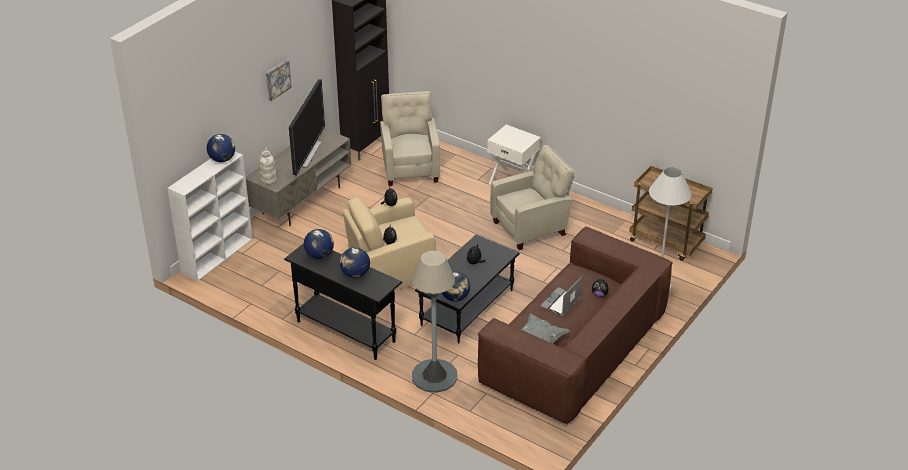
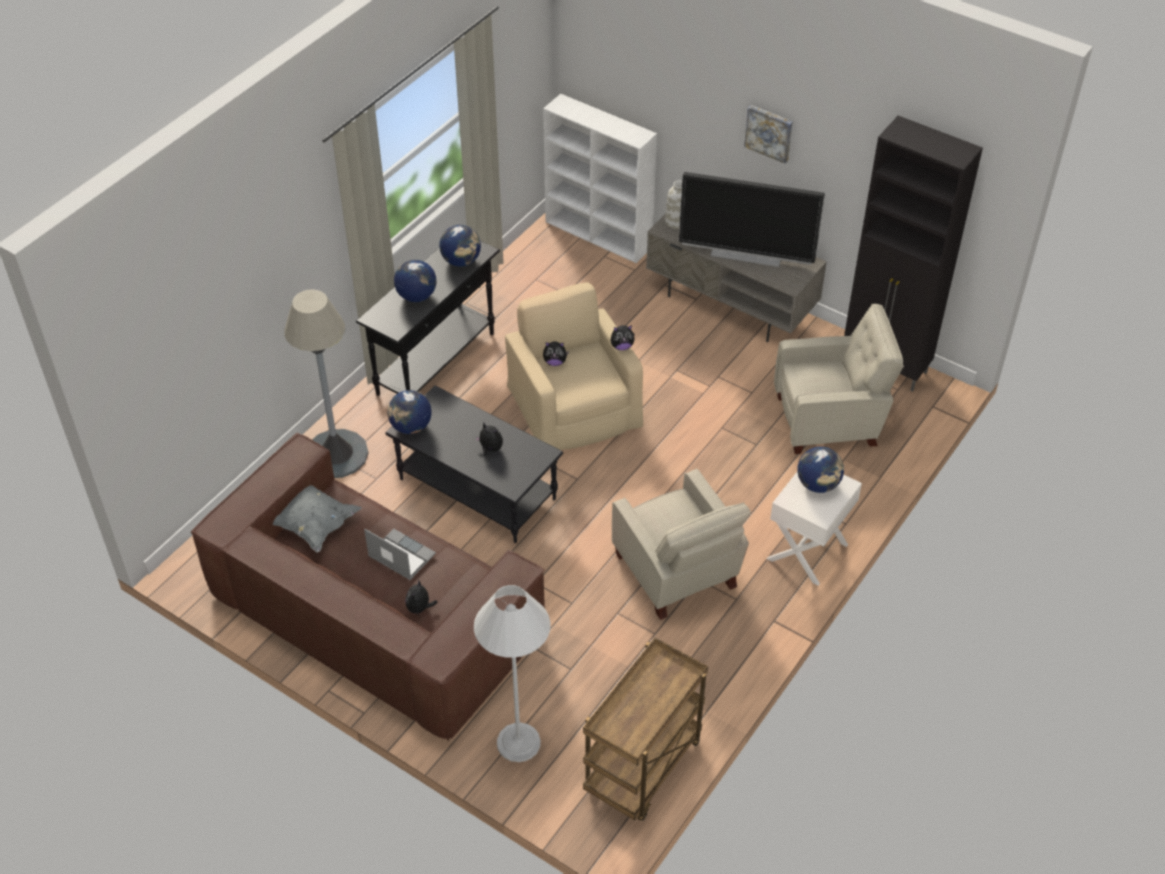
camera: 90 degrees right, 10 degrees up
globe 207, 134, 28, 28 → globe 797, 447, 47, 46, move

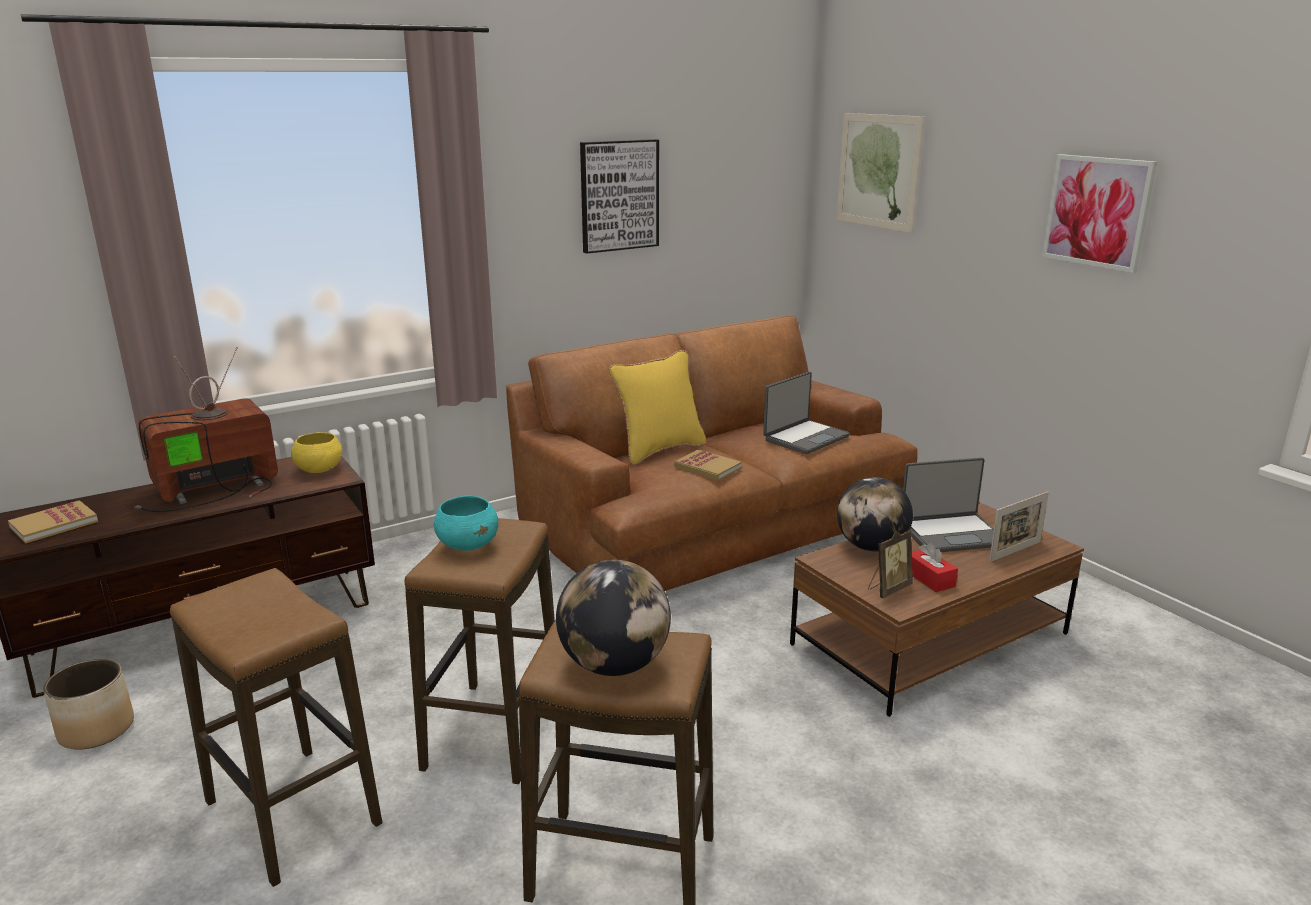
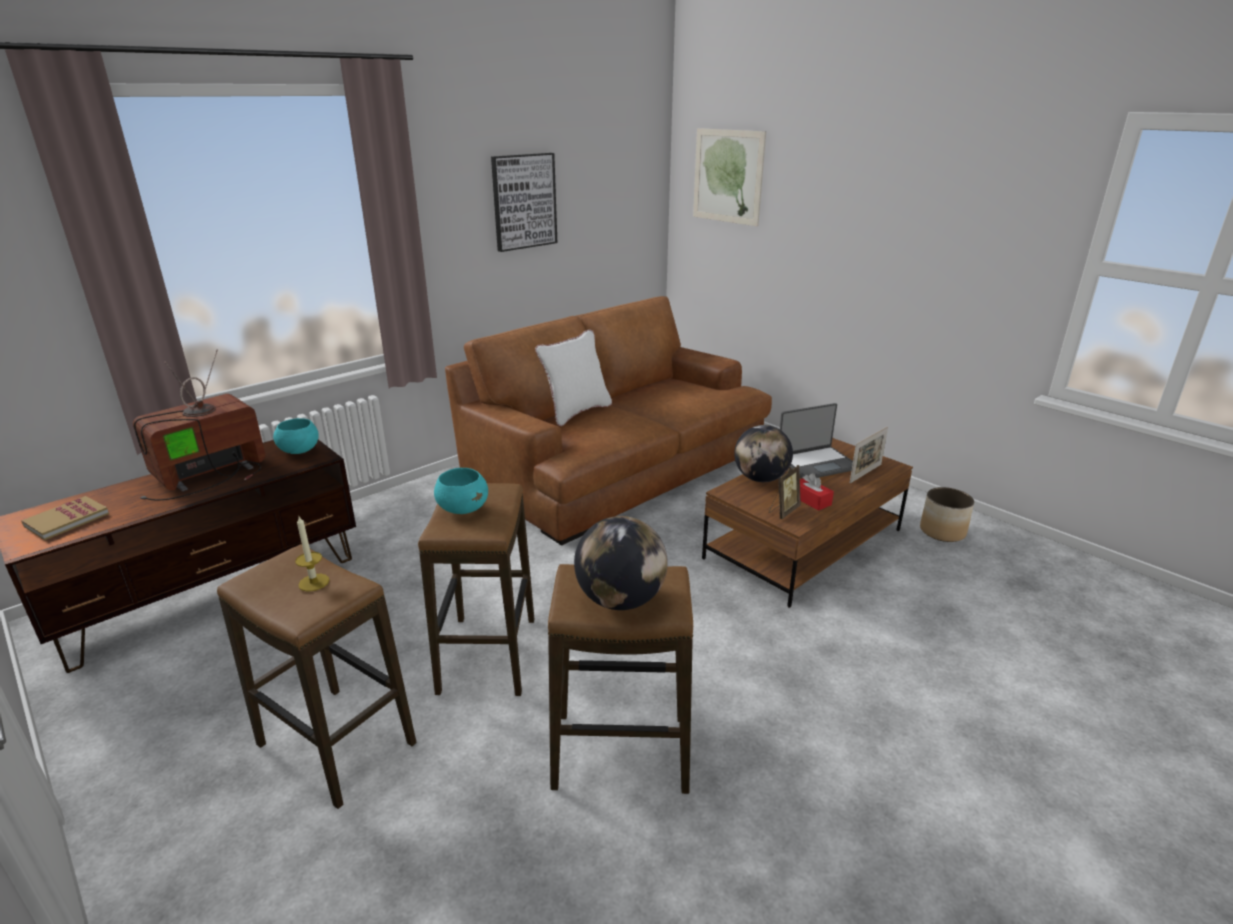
camera: 10 degrees left, 5 degrees up
serving bowl in yellow-coloured 291, 432, 51, 41 → serving bowl in turquoise-coloured 273, 418, 46, 36
- → candle 295, 516, 34, 75
cushion in yellow-coloured 609, 350, 97, 115 → cushion in whitish 535, 329, 77, 97
plant pot 43, 659, 91, 91 → plant pot 920, 487, 54, 55, move
volume 674, 449, 68, 32 → -
portable computer 763, 372, 87, 82 → -
wall picture 1042, 154, 115, 119 → -

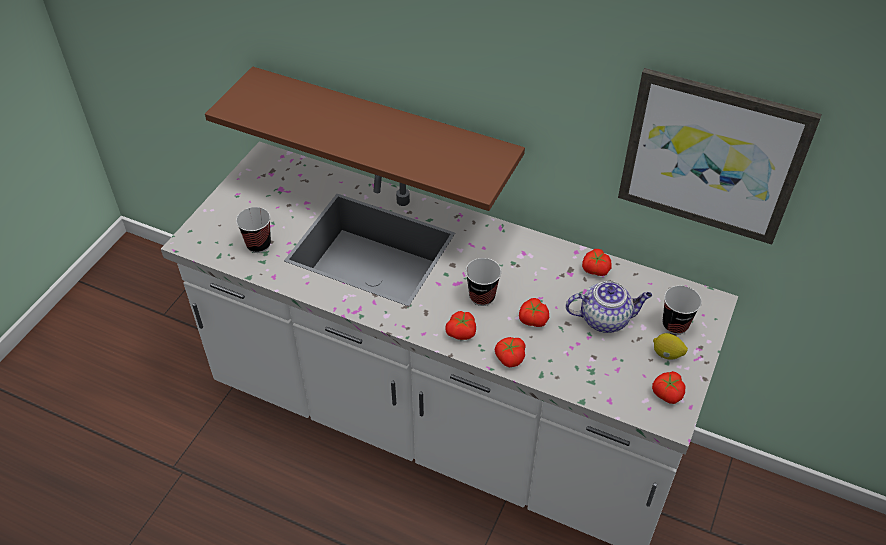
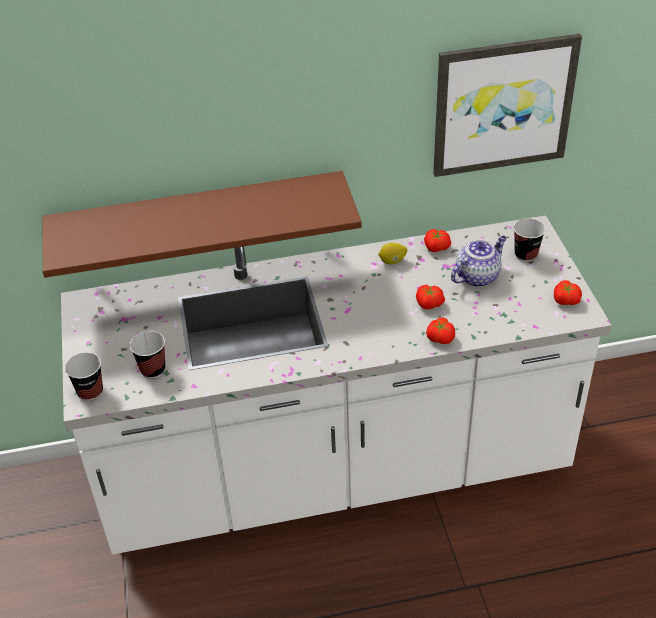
camera: 35 degrees left, 5 degrees down
cup 466, 258, 35, 48 → cup 65, 352, 38, 49, move
citrus fruit 653, 333, 35, 27 → citrus fruit 378, 243, 29, 21, move
fresh tomato 445, 311, 31, 29 → -

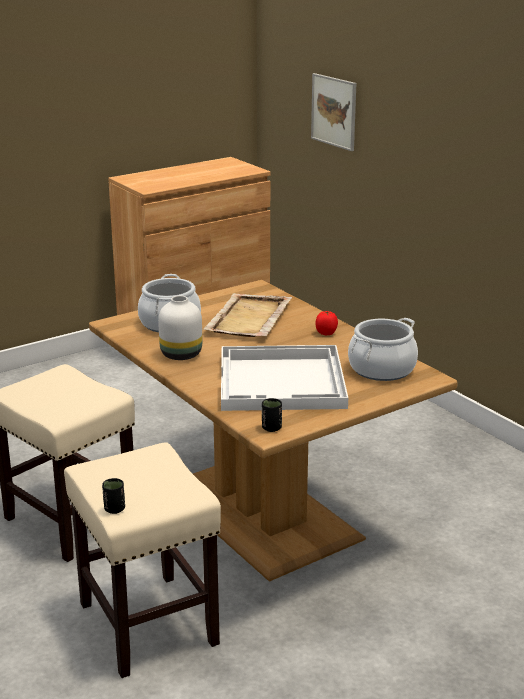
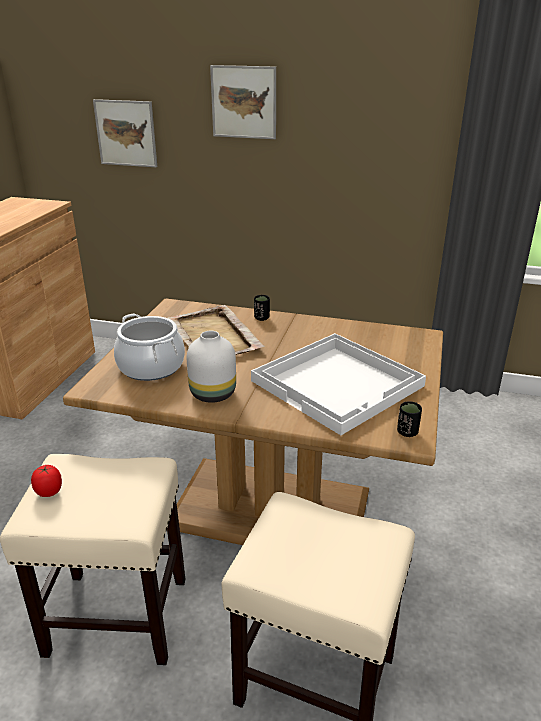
camera: 40 degrees left, 5 degrees up
fresh tomato 315, 311, 23, 24 → fresh tomato 31, 465, 31, 32, move
- → wall picture 210, 65, 66, 74
cup in black 102, 478, 23, 36 → cup in black 254, 295, 16, 26, move
stockpot 348, 318, 70, 63 → -

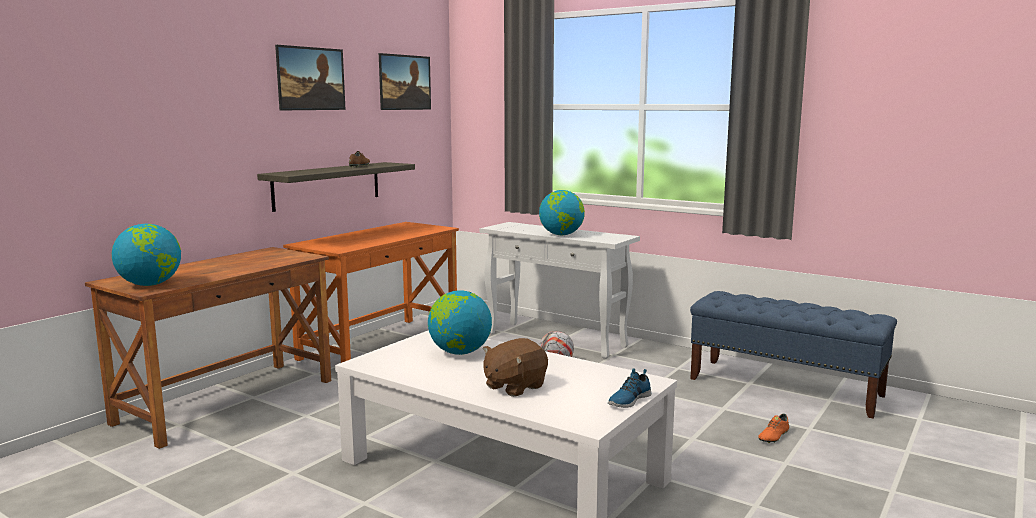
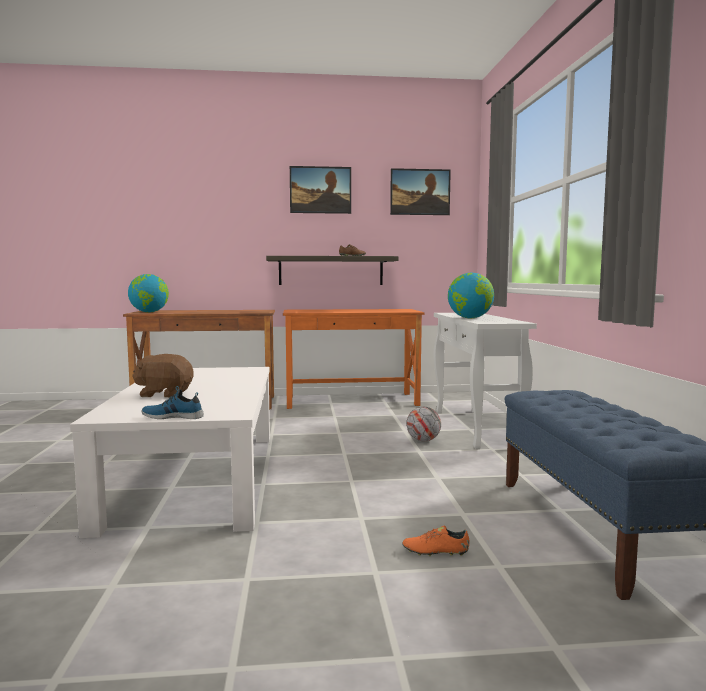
camera: 50 degrees right, 5 degrees down
globe 428, 290, 64, 65 → -

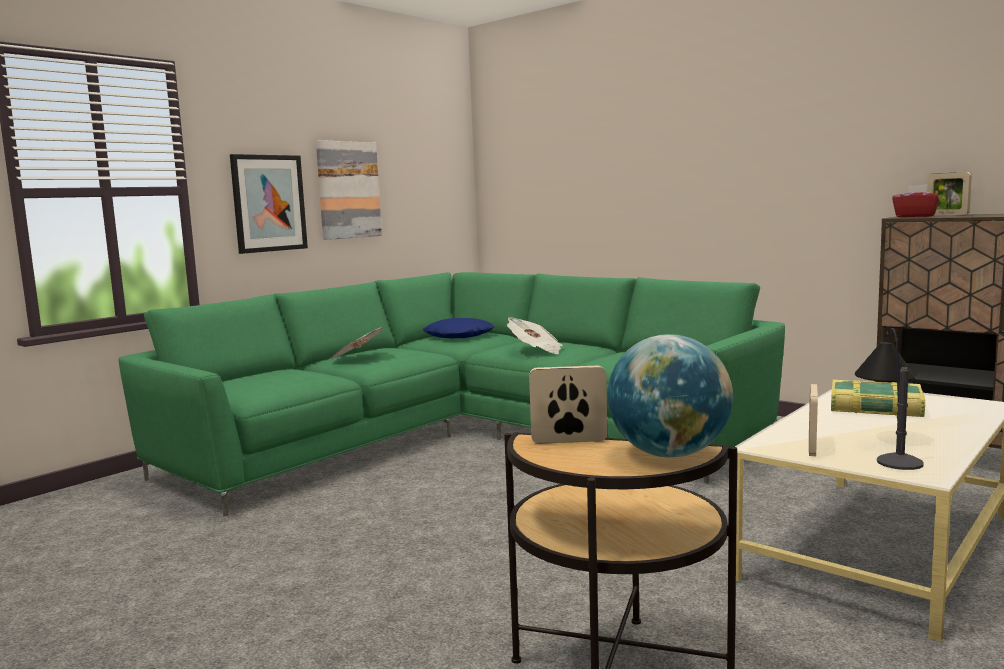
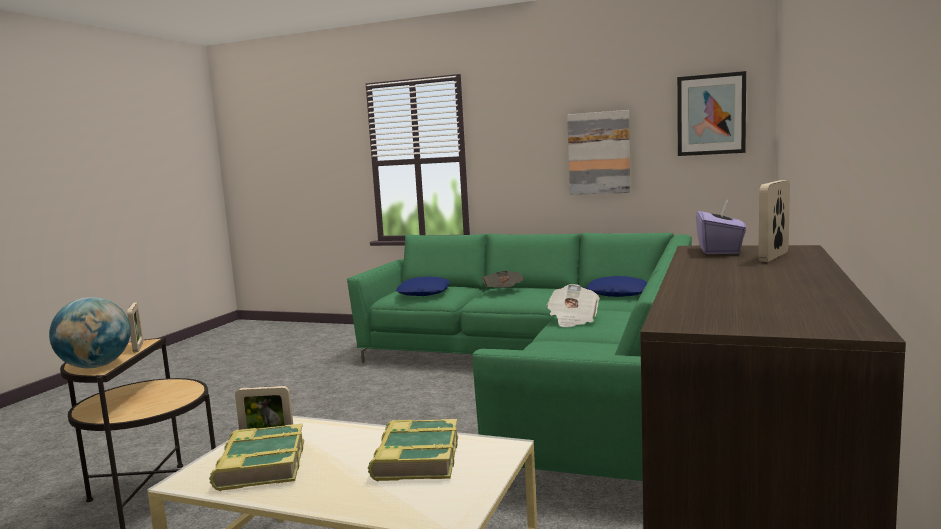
camera: 70 degrees right, 0 degrees up
lamp for a table 855, 328, 69, 142 → volume 209, 423, 95, 68
- → cushion in blue 396, 276, 54, 20
wall picture 230, 154, 78, 100 → wall picture 677, 71, 69, 85, move
tissue box in reddish 892, 185, 48, 32 → tissue box in purple 696, 199, 50, 55

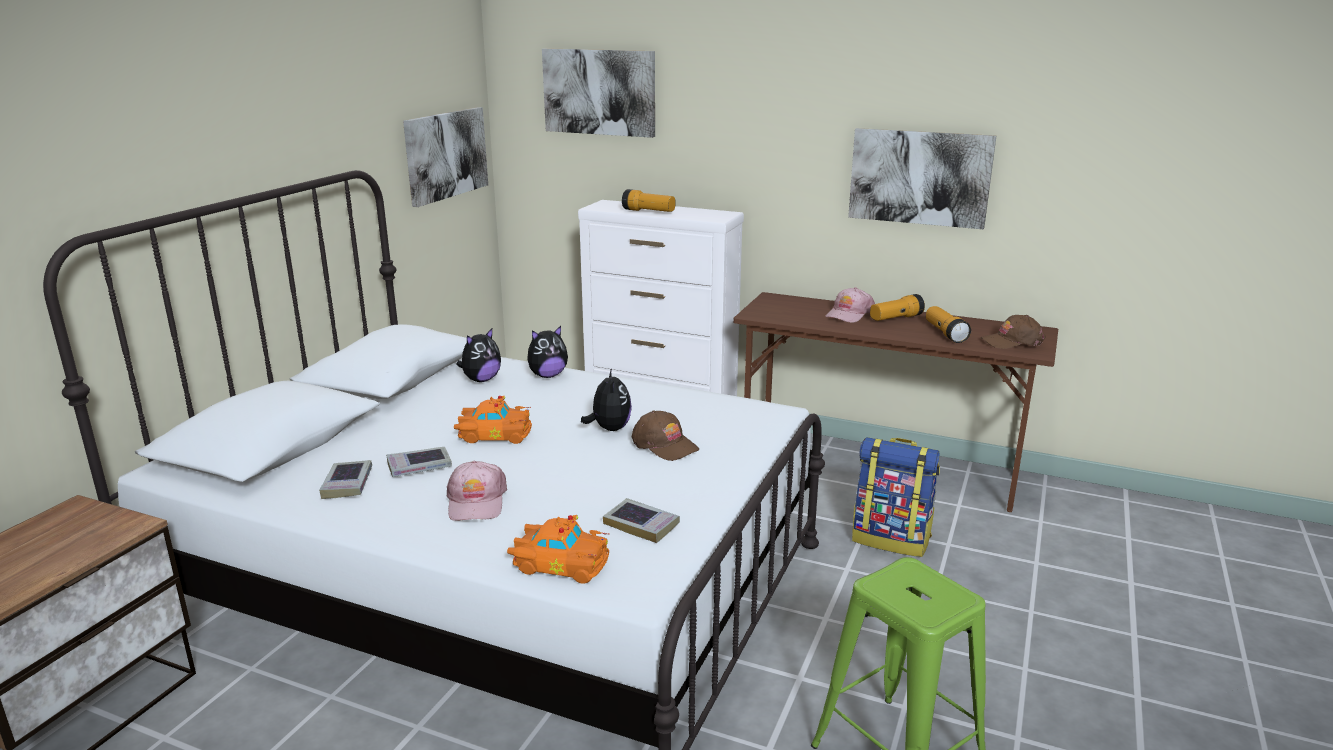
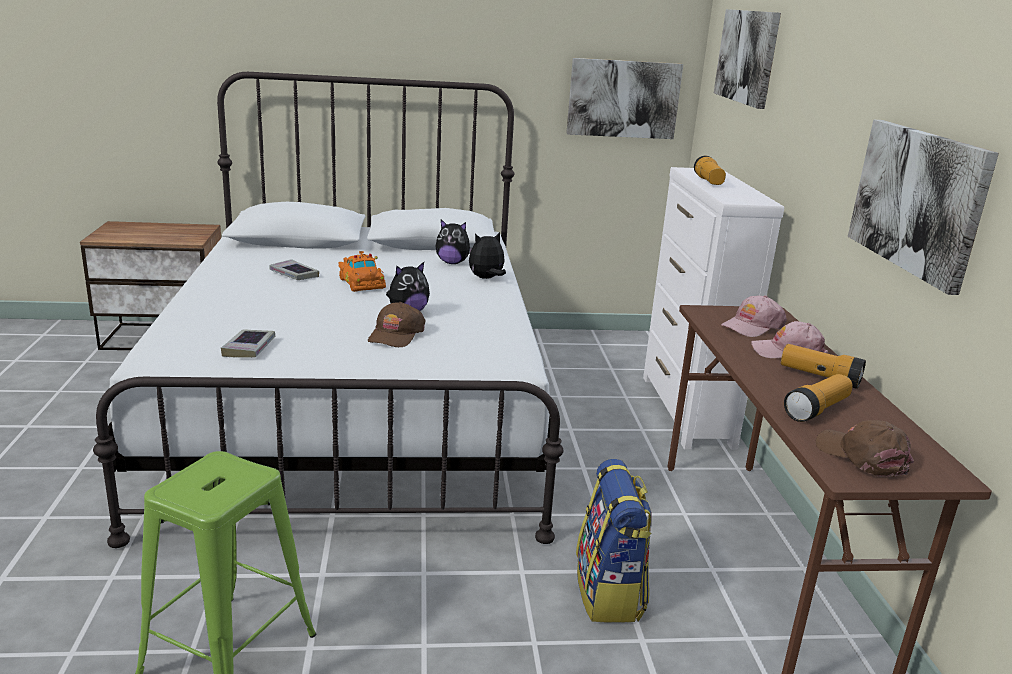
camera: 60 degrees right, 0 degrees up
cuddly toy 527, 326, 41, 52 → cuddly toy 469, 232, 37, 47, 120 degrees clockwise
cap in pink-coloured 446, 461, 61, 60 → cap in pink-coloured 721, 295, 66, 42, move
volume 319, 460, 53, 39 → -
miniature car in orange-coloured 507, 515, 103, 69 → -

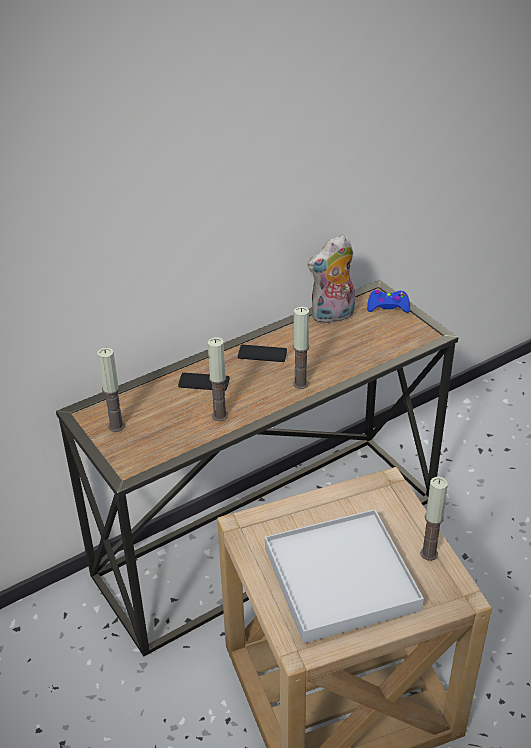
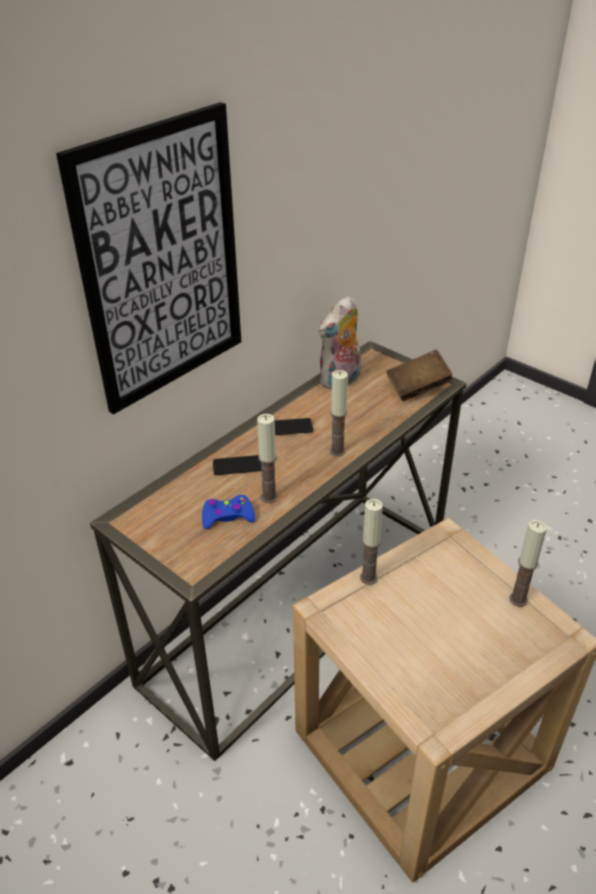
camera: 15 degrees left, 0 degrees up
- → wall picture 56, 102, 185, 312
gamepad in blue 367, 290, 43, 23 → gamepad in blue 202, 495, 54, 34, move
candle 97, 348, 28, 84 → candle 360, 499, 23, 86, move
- → volume in brown-coloured 387, 350, 66, 51
carrying tray in whitish 265, 509, 159, 134 → -

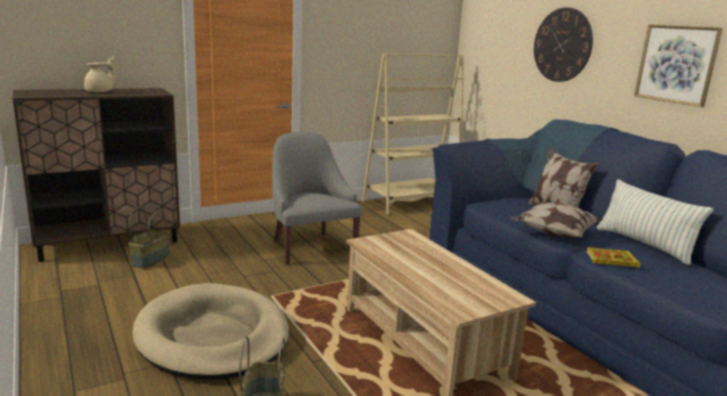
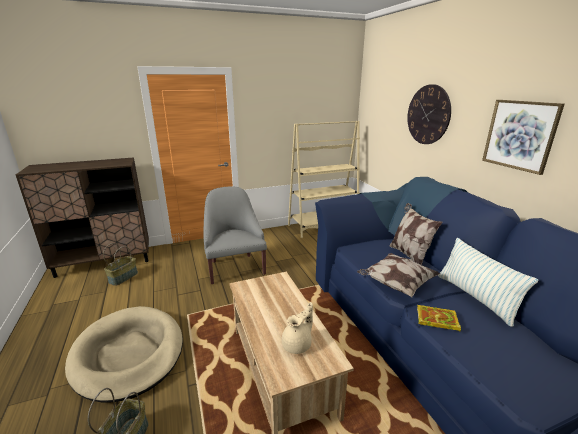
camera: 10 degrees right, 5 degrees up
tea pot in beige-coloured 84, 56, 32, 36 → tea pot in beige-coloured 282, 302, 31, 52, move

